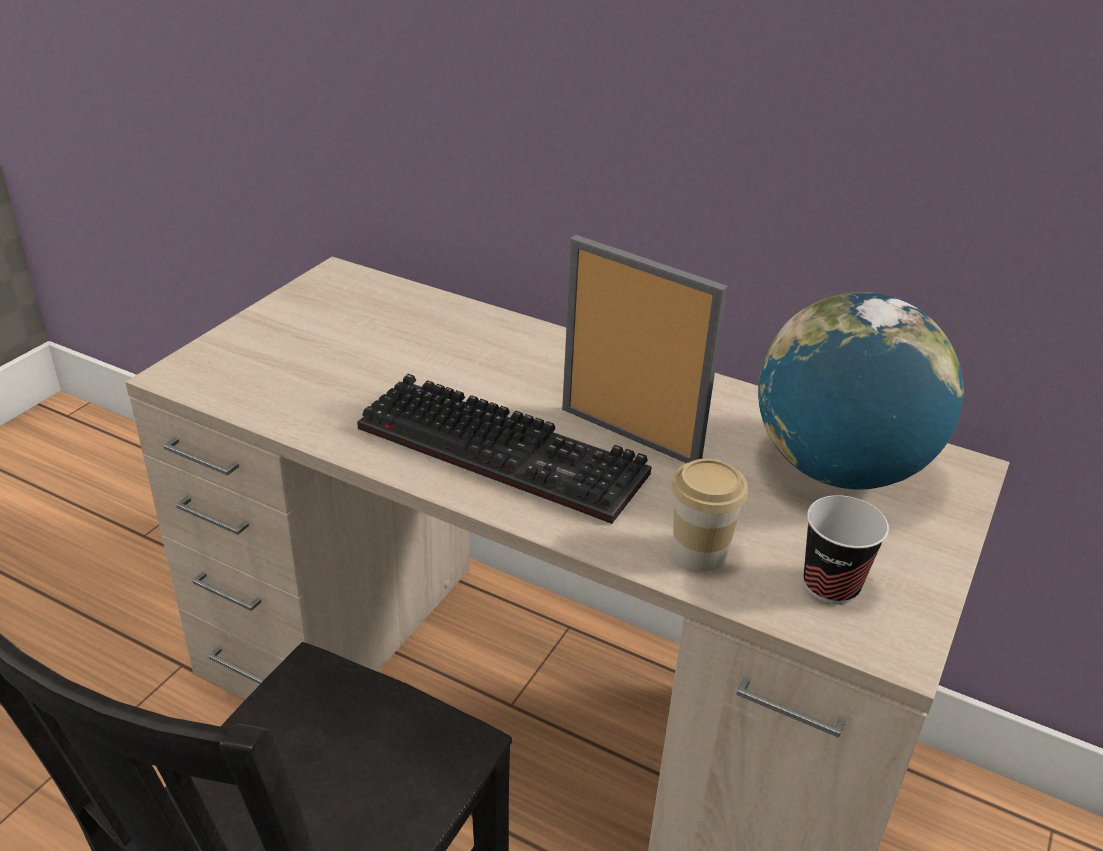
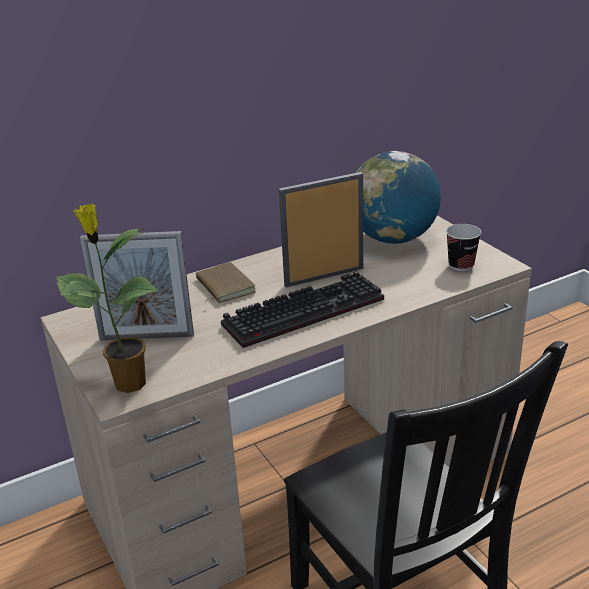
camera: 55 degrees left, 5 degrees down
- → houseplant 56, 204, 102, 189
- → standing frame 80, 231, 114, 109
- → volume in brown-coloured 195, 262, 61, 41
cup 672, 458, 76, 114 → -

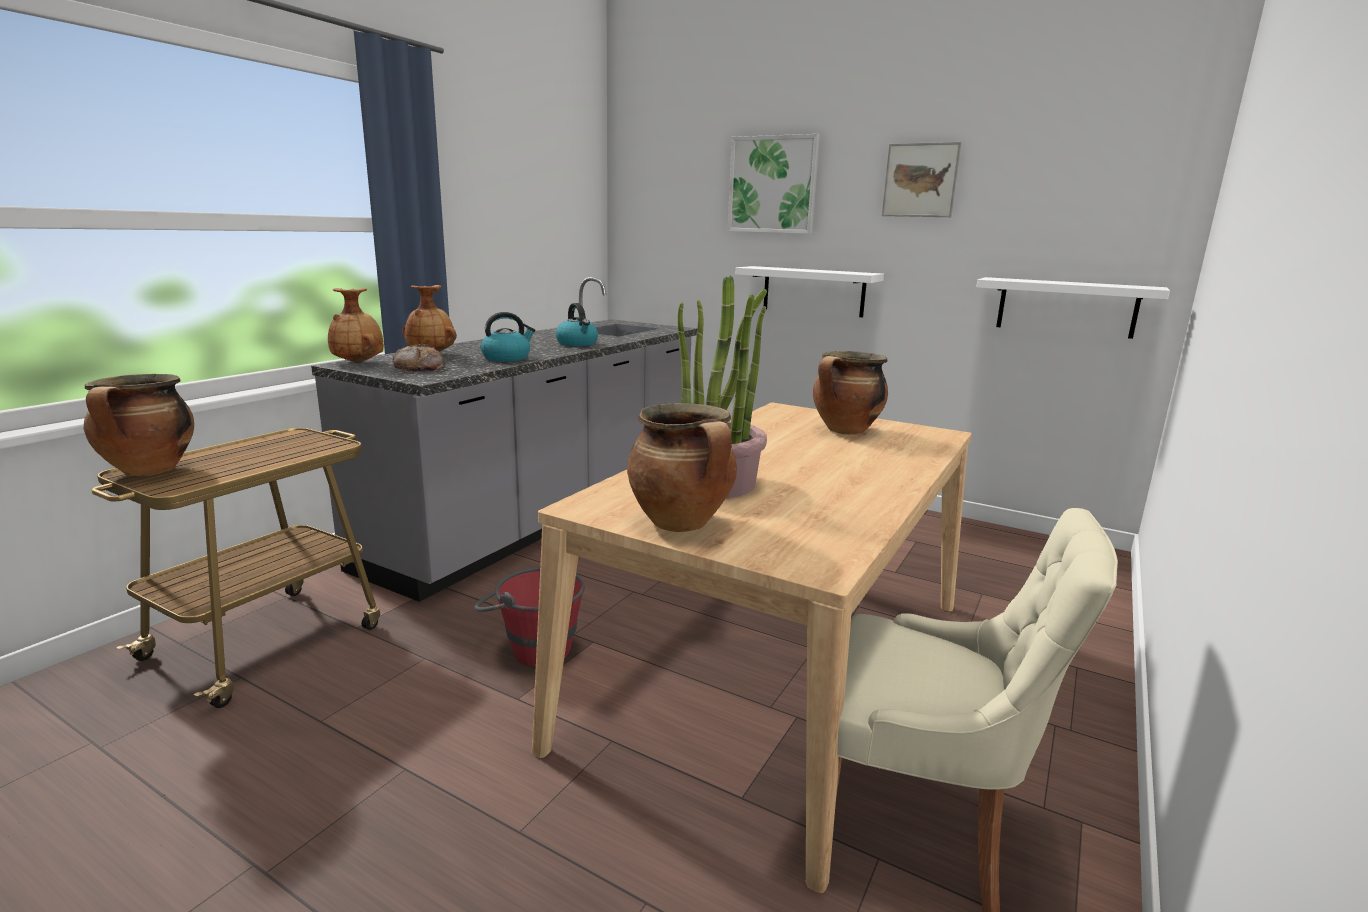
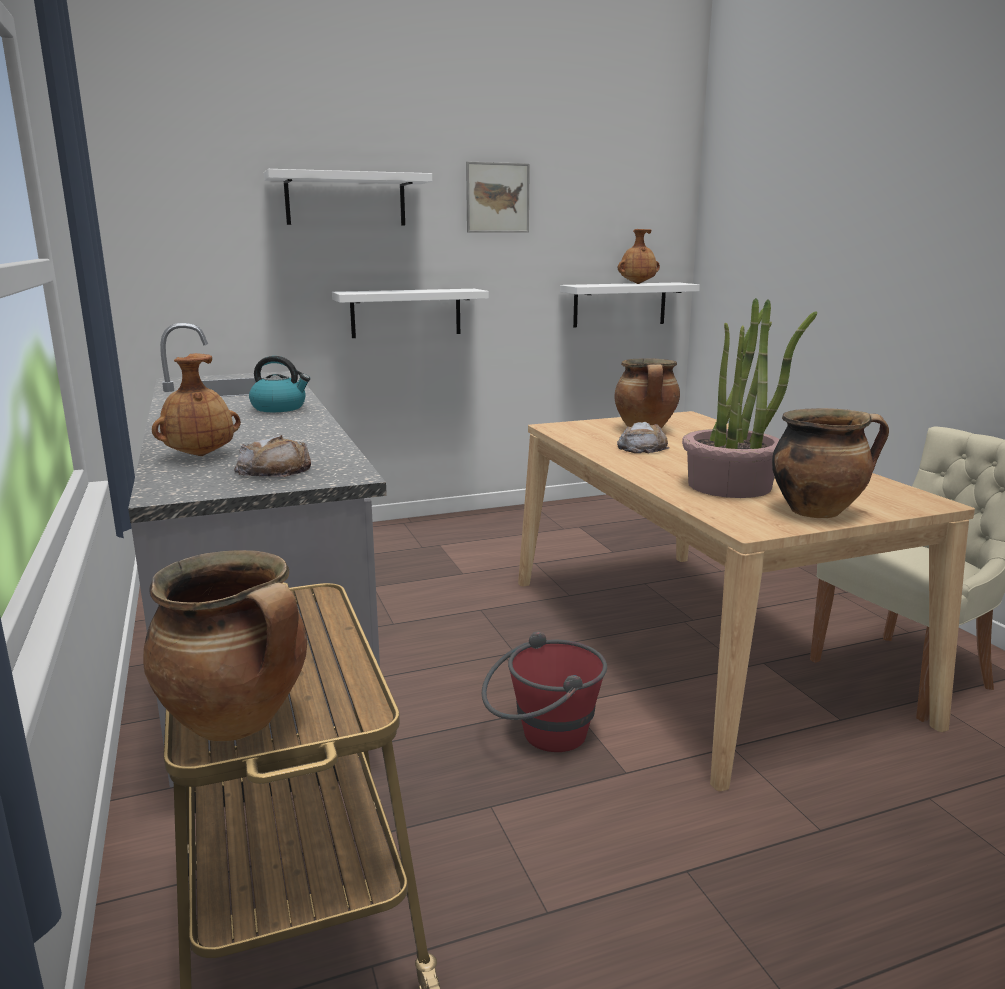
camera: 50 degrees left, 0 degrees up
wall picture 728, 134, 92, 100 → wall shelf in whitish 264, 169, 168, 56
- → bakery bread 617, 422, 52, 31
vase in brown-coloured 328, 288, 56, 75 → vase in brown-coloured 618, 229, 42, 55, move
tea kettle 481, 312, 54, 50 → -

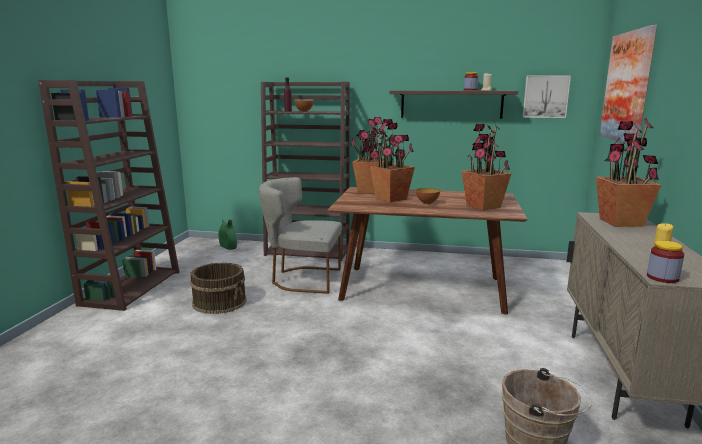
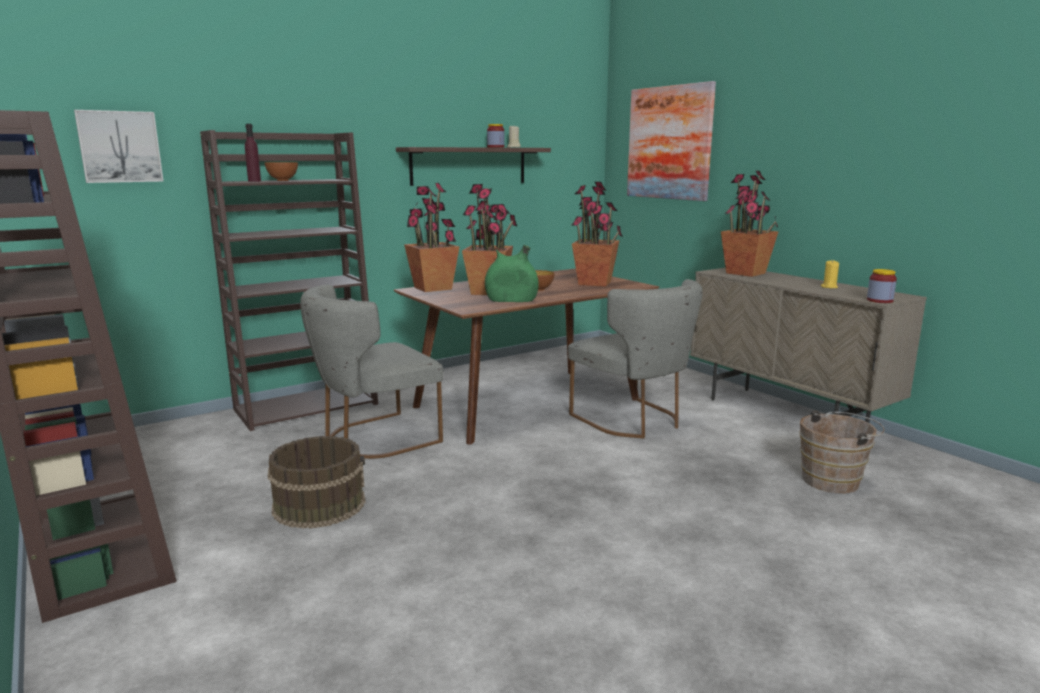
camera: 45 degrees left, 0 degrees up
wall picture 523, 75, 48, 43 → wall picture 74, 110, 90, 73, move
vase in green 218, 219, 19, 31 → vase in green 485, 245, 54, 57, move
- → upright chair in greyish 568, 279, 135, 160

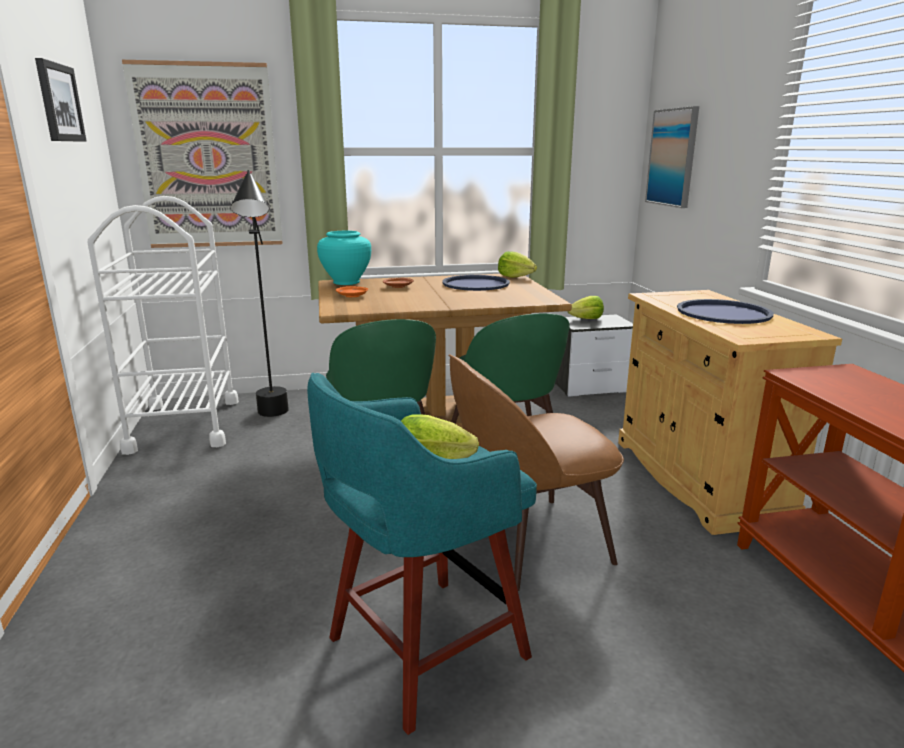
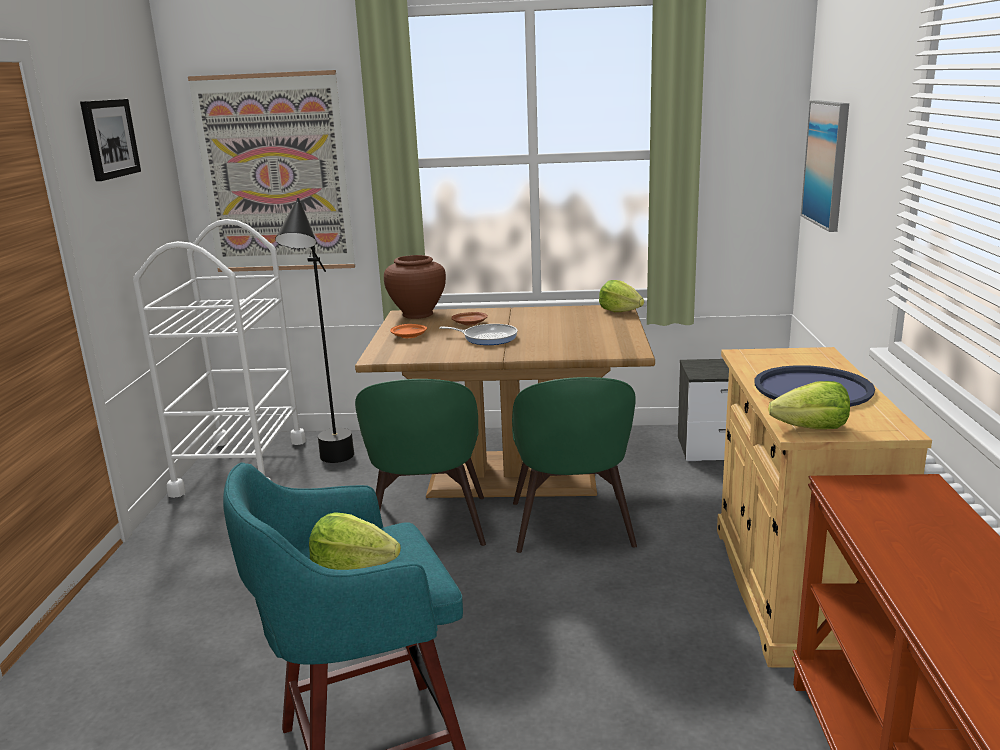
camera: 15 degrees right, 0 degrees up
vase in turquoise-coloured 317, 231, 54, 54 → vase in brown-coloured 384, 255, 62, 64
- → pan 439, 324, 79, 21
lettuce head 567, 296, 37, 23 → lettuce head 768, 381, 82, 48, move
carrying tray in blue 442, 275, 68, 16 → -
upright chair in brown-coloured 448, 354, 176, 237 → -

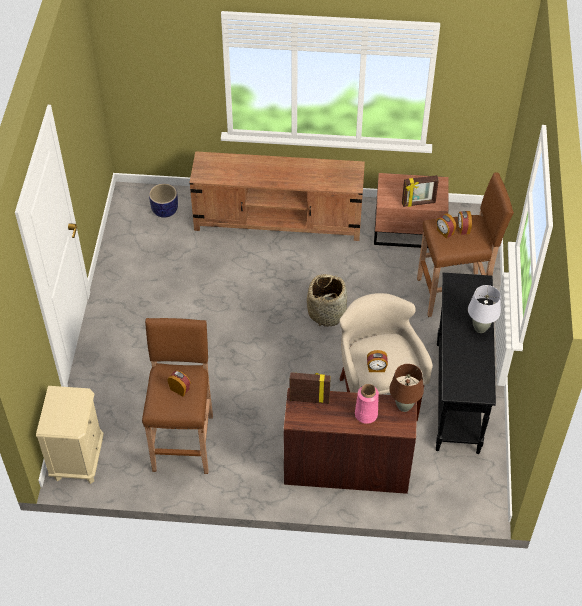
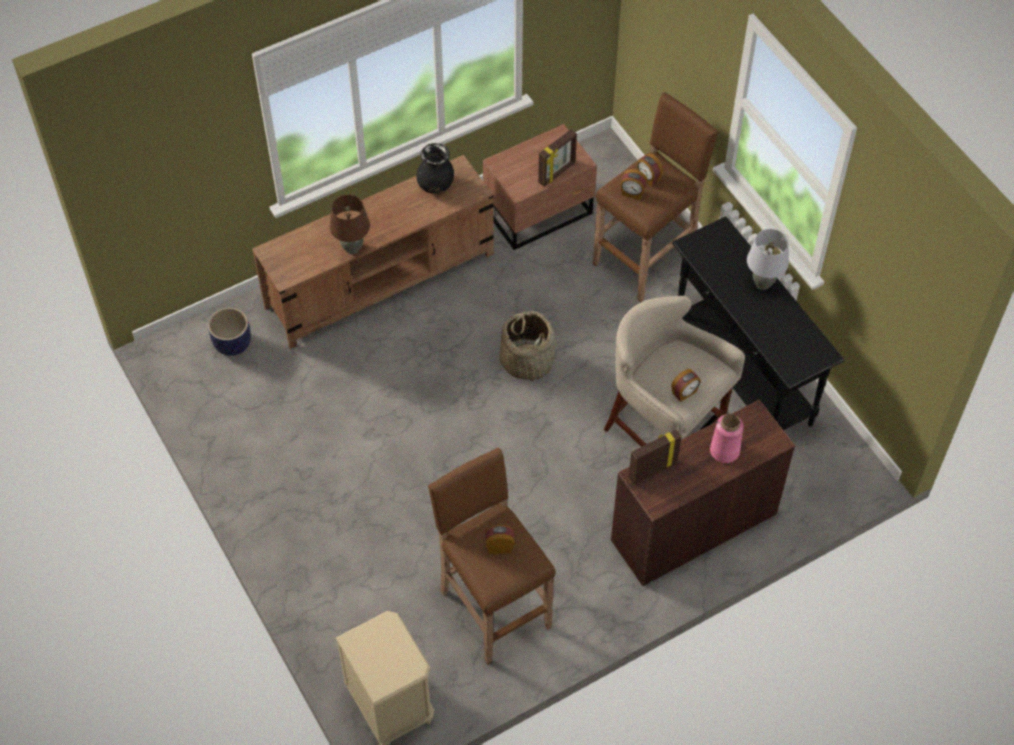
camera: 35 degrees left, 5 degrees up
lamp for a table in brown-coloured 389, 364, 35, 48 → lamp for a table in brown-coloured 330, 195, 40, 59, move
- → vase in black 417, 143, 37, 50

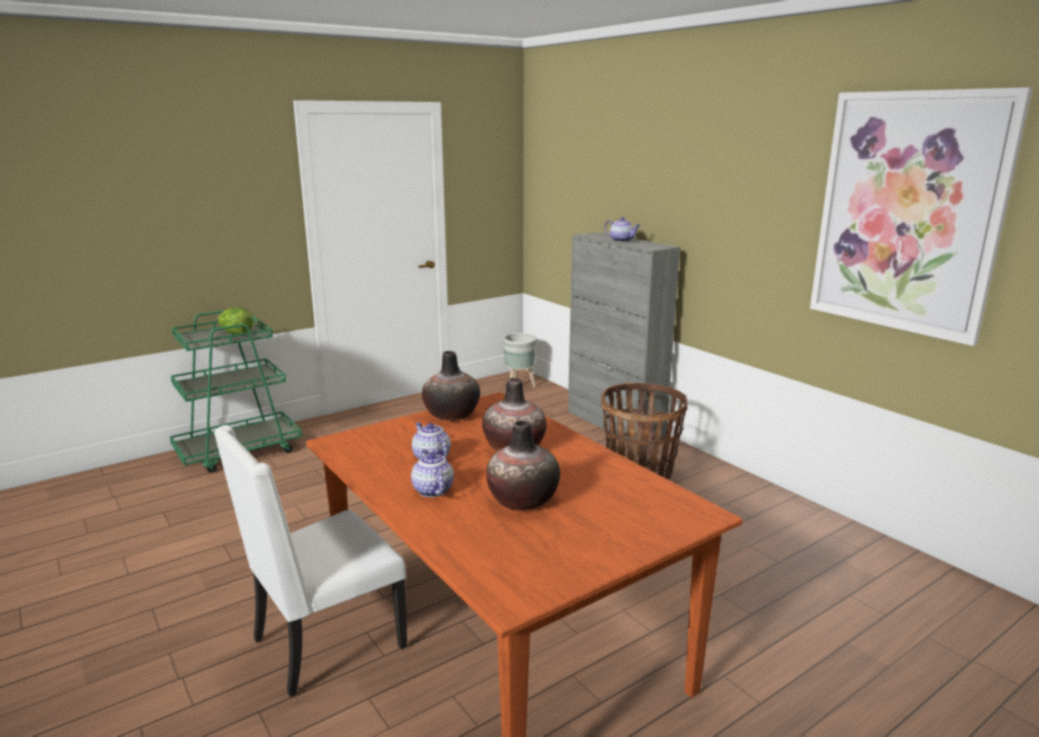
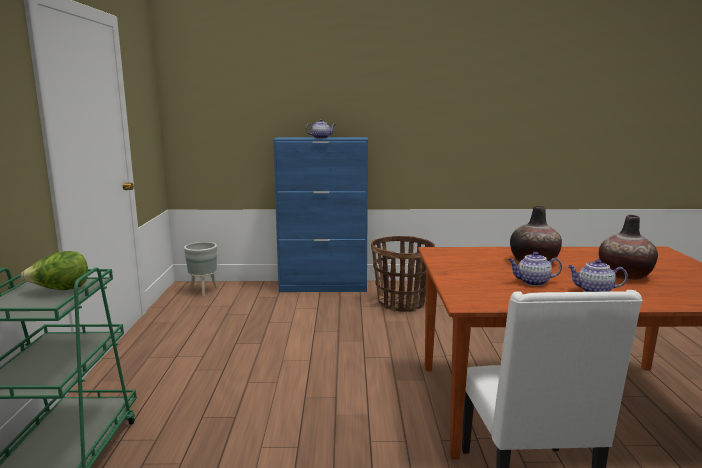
camera: 55 degrees left, 5 degrees down
cabinet in greyish 568, 232, 112, 213 → cabinet in blue 273, 137, 95, 155
vase 422, 351, 58, 70 → -
wall picture 810, 87, 223, 259 → -

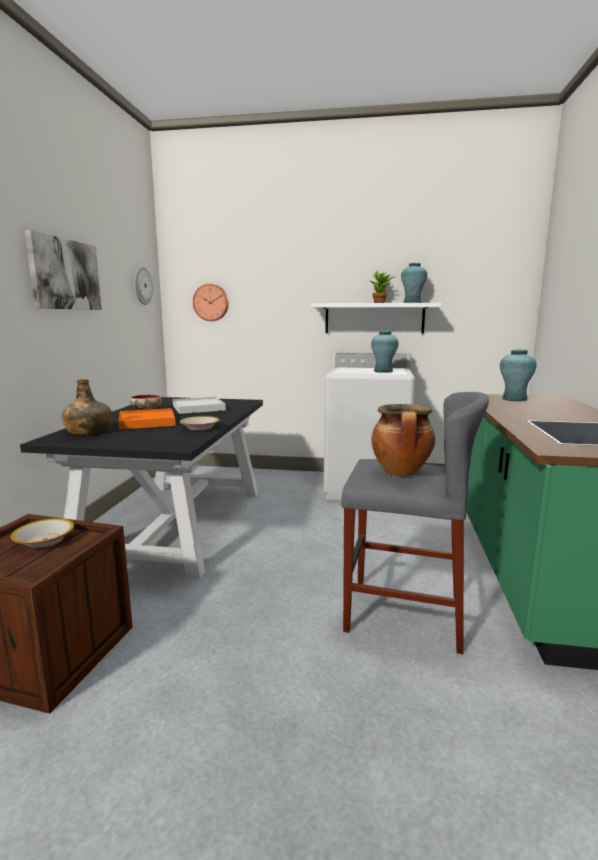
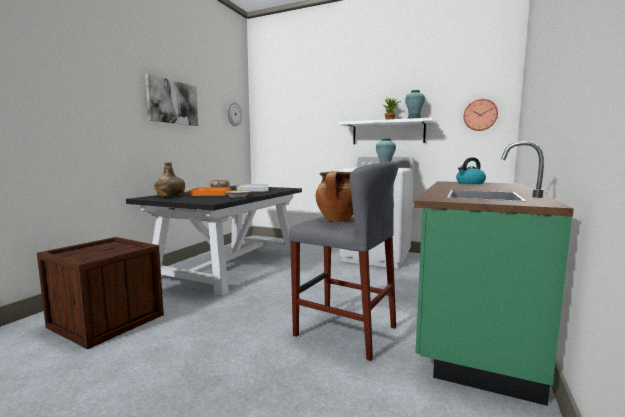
camera: 15 degrees right, 5 degrees down
vase in turquoise-coloured 500, 350, 37, 51 → tea kettle 456, 157, 30, 27
clock on the wall 193, 284, 36, 37 → clock on the wall 464, 99, 34, 32, move
serving bowl 11, 518, 63, 30 → -

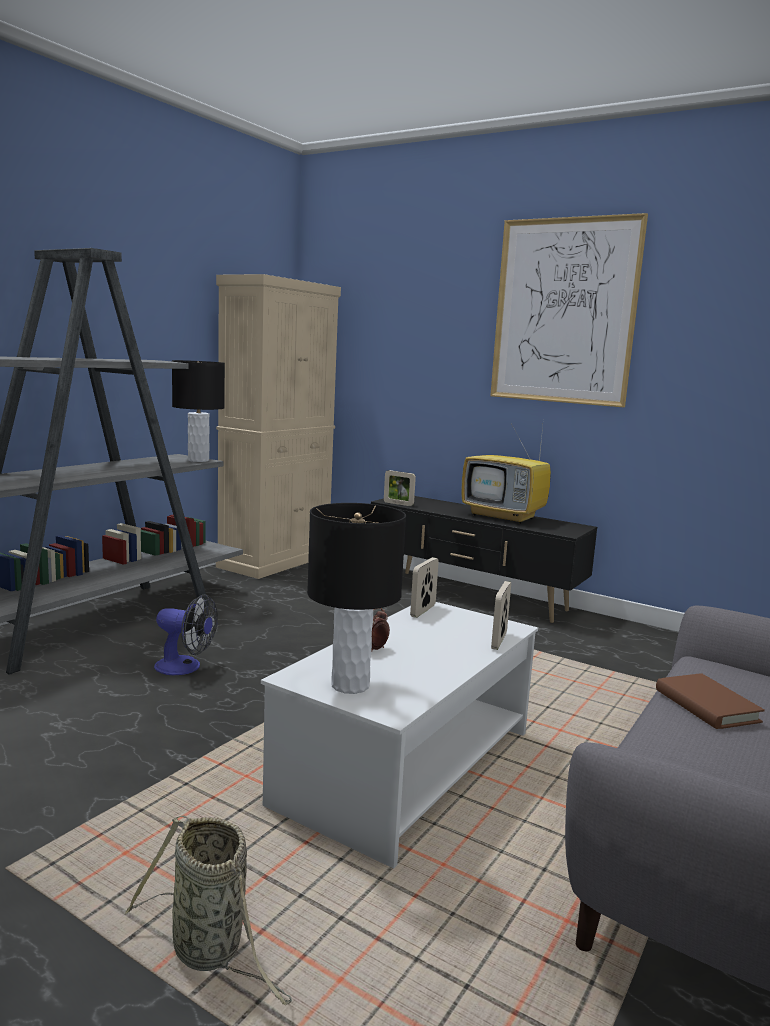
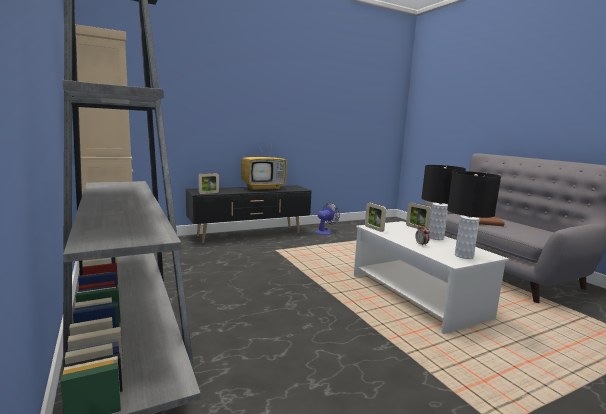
camera: 60 degrees left, 0 degrees up
fan 154, 594, 64, 81 → fan 315, 202, 25, 33, move
lamp for a table in black 172, 360, 53, 102 → lamp for a table in black 421, 165, 45, 75, move
basket 124, 815, 168, 190 → -
wall picture 490, 213, 158, 194 → -

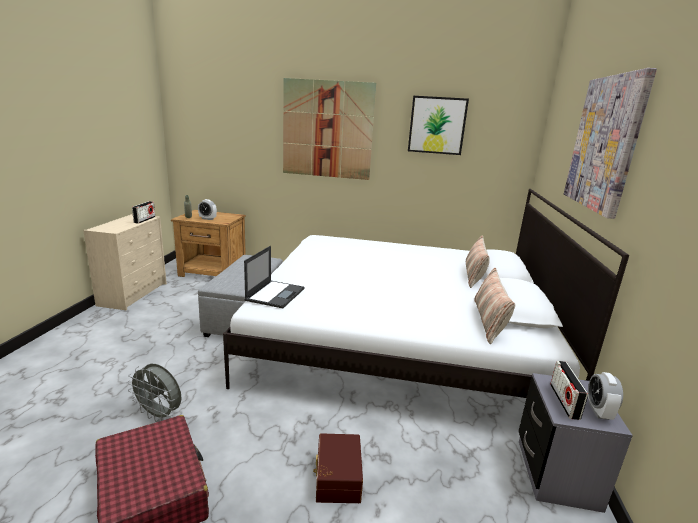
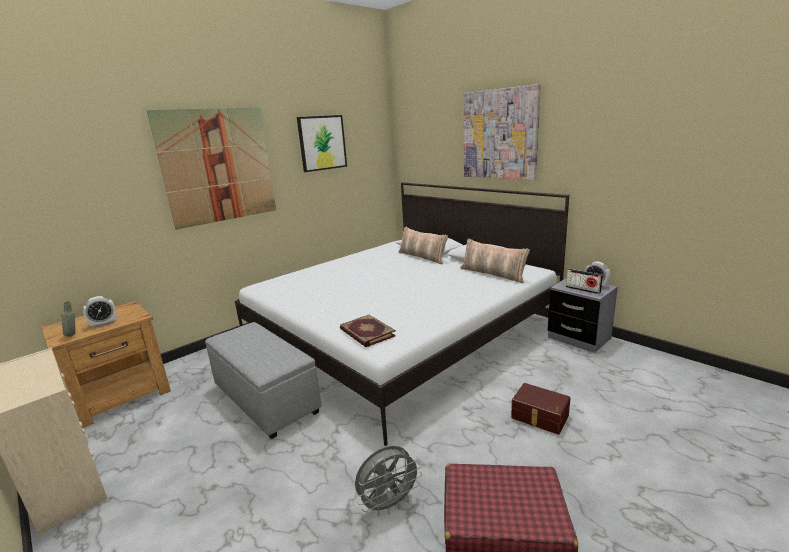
camera: 50 degrees left, 0 degrees up
portable computer 244, 246, 61, 62 → volume 340, 315, 56, 32
radio set 132, 201, 23, 23 → -

